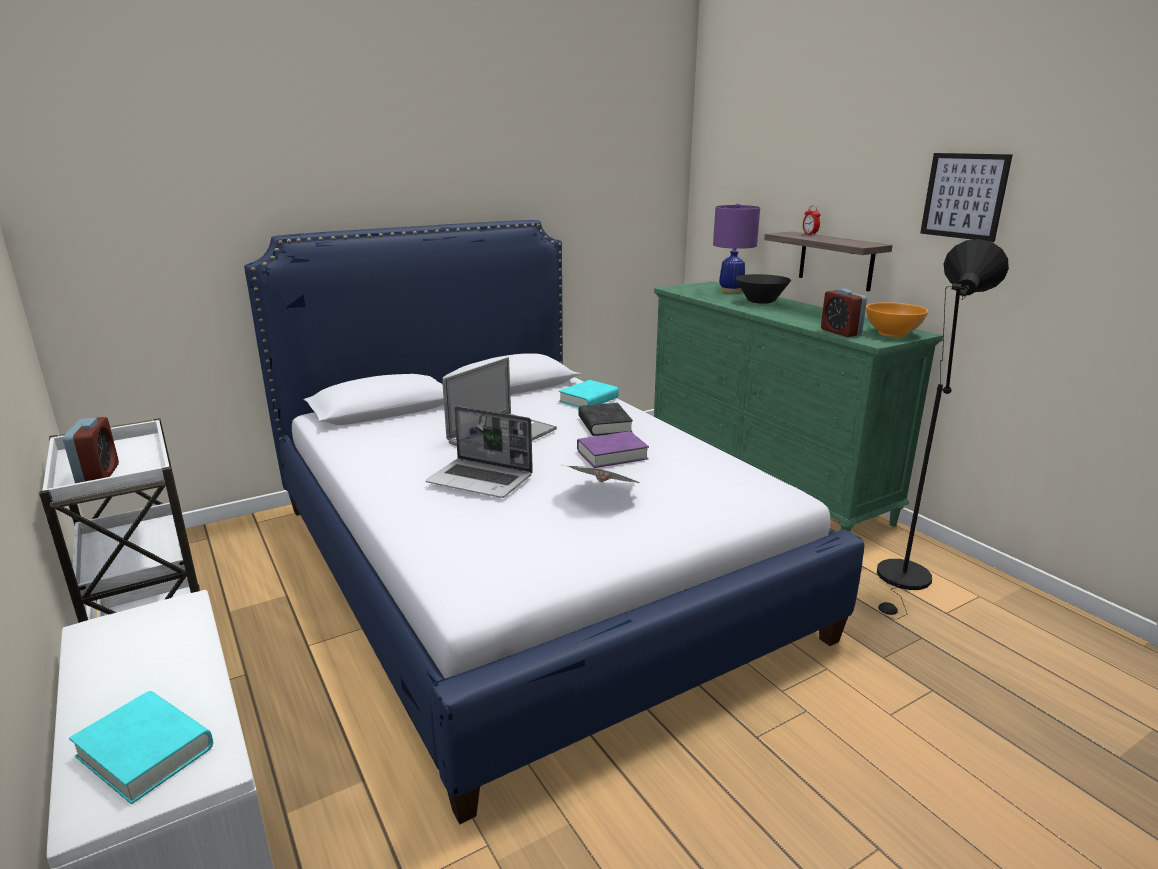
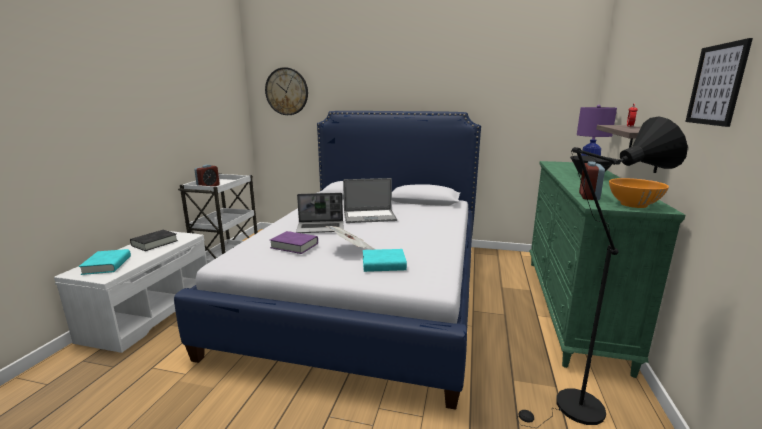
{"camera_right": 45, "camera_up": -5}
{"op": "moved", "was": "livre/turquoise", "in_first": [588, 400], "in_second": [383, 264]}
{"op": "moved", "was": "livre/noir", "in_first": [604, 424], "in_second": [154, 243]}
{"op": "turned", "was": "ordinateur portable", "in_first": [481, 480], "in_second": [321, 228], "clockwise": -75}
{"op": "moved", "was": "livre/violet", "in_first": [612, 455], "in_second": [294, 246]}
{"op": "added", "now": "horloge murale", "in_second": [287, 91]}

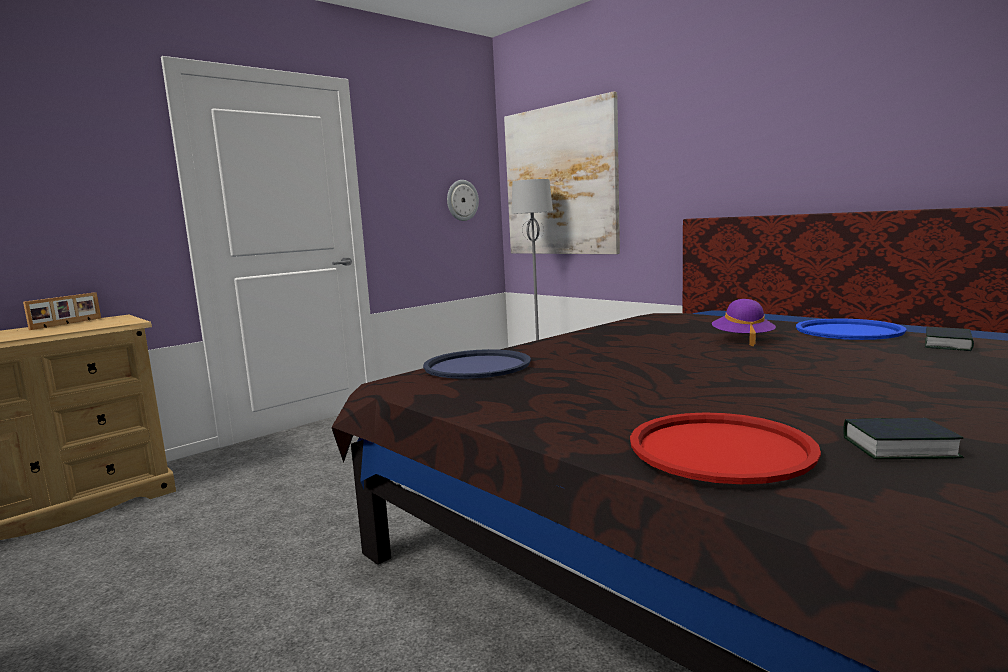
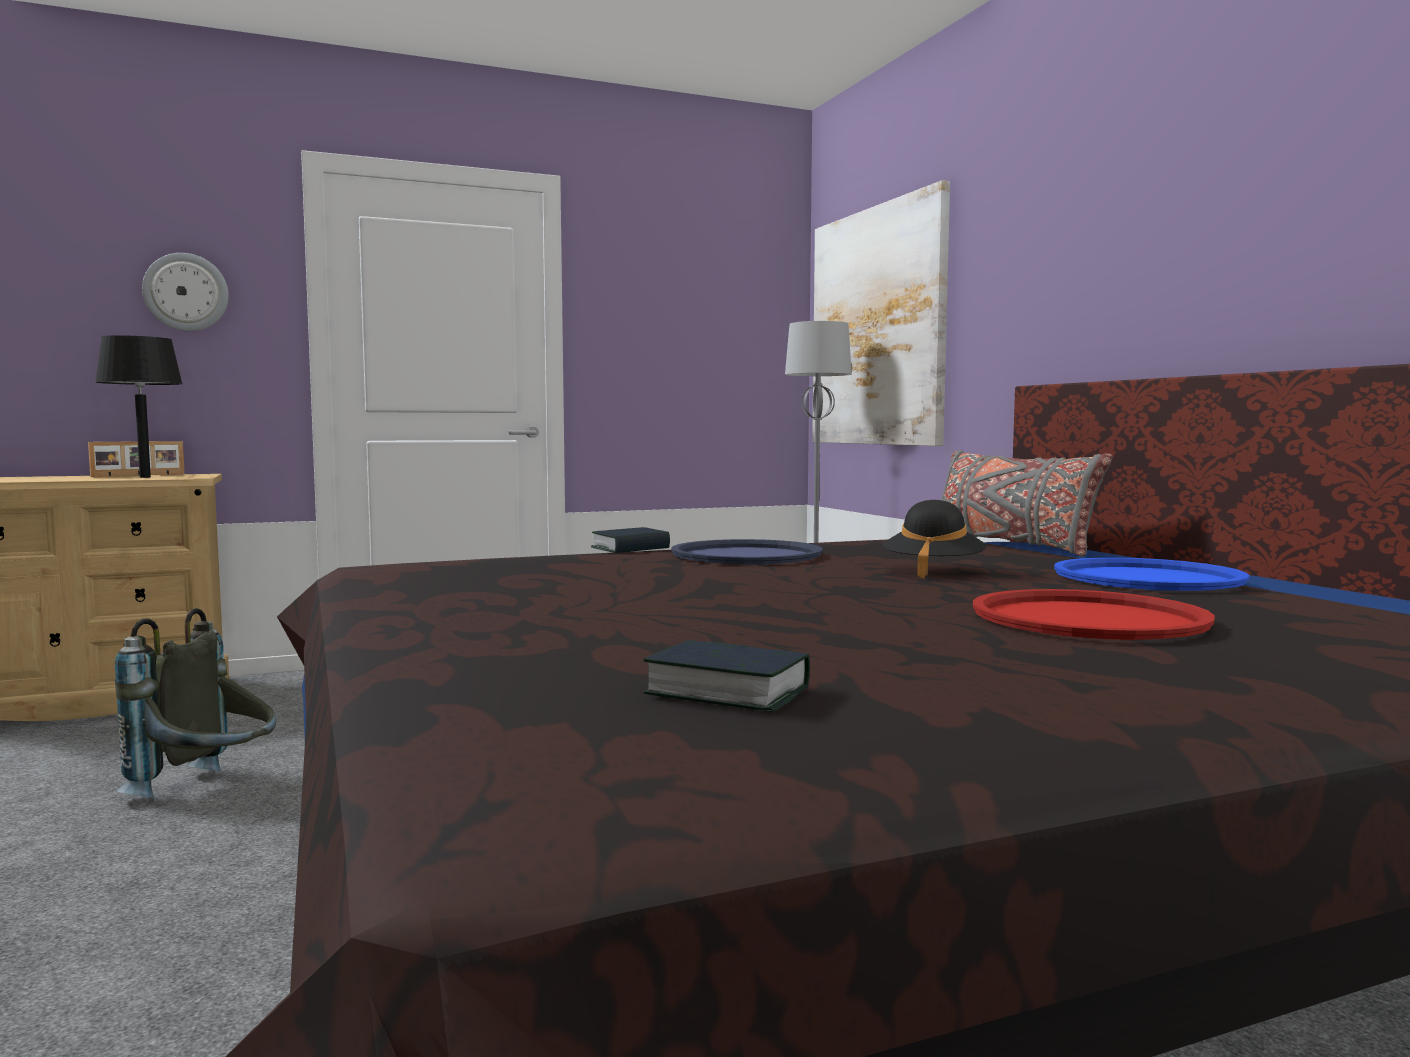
{"camera_right": 20, "camera_up": -5}
{"op": "moved", "was": "horloge murale", "in_first": [462, 200], "in_second": [186, 292]}
{"op": "recoloured", "was": "chapeau/violet", "now": "chapeau/noir", "in_first": [742, 340], "in_second": [933, 571]}
{"op": "moved", "was": "livre", "in_first": [948, 345], "in_second": [630, 548]}
{"op": "moved", "was": "plateau/bleu", "in_first": [477, 366], "in_second": [746, 555]}
{"op": "moved", "was": "plateau/rouge", "in_first": [720, 449], "in_second": [1088, 618]}
{"op": "added", "now": "lampe de table/noir", "in_second": [145, 477]}
{"op": "added", "now": "coussin/gris", "in_second": [1010, 544]}
{"op": "added", "now": "sac à dos/gris", "in_second": [209, 790]}

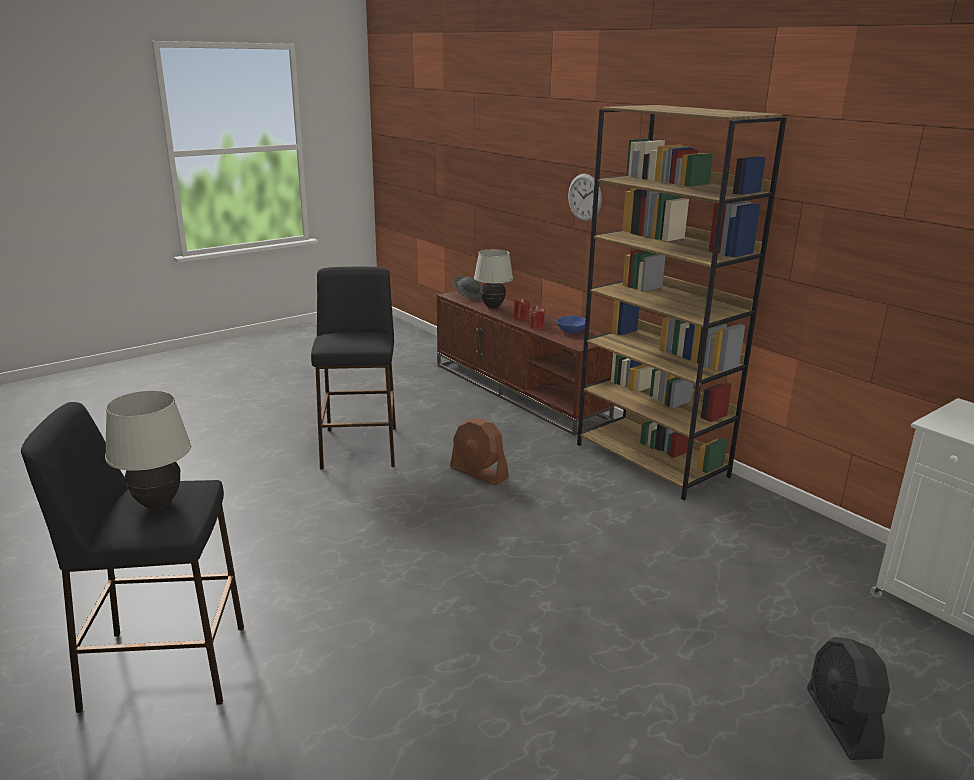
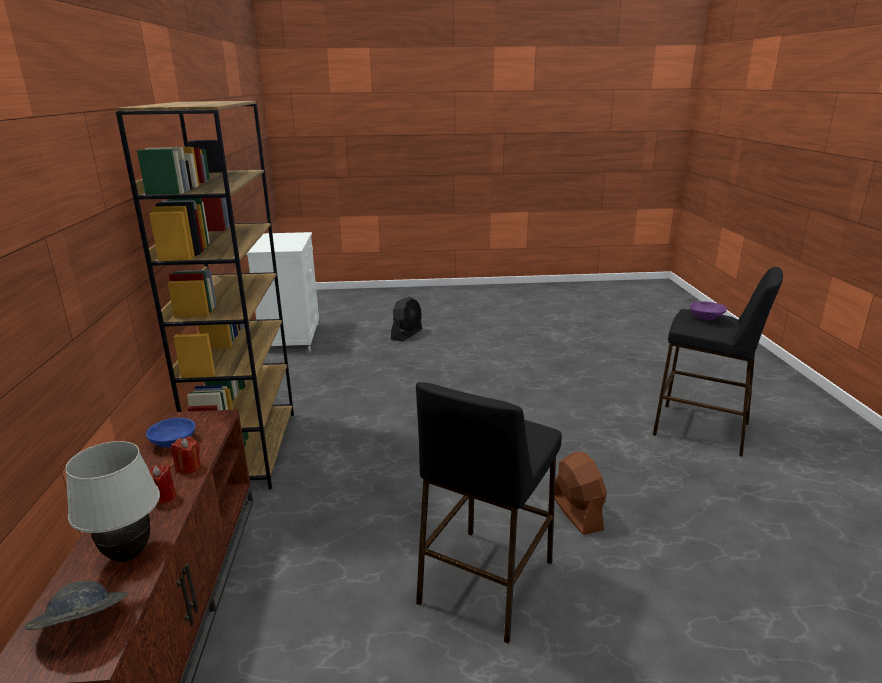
{"camera_right": -145, "camera_up": 0}
{"op": "removed", "was": "horloge murale", "in_first": [584, 197]}
{"op": "replaced", "was": "lampe de table/blanc", "now": "bol/violet", "in_first": [157, 504], "in_second": [706, 318]}
{"op": "moved", "was": "ventilateur/marron", "in_first": [479, 473], "in_second": [576, 512]}

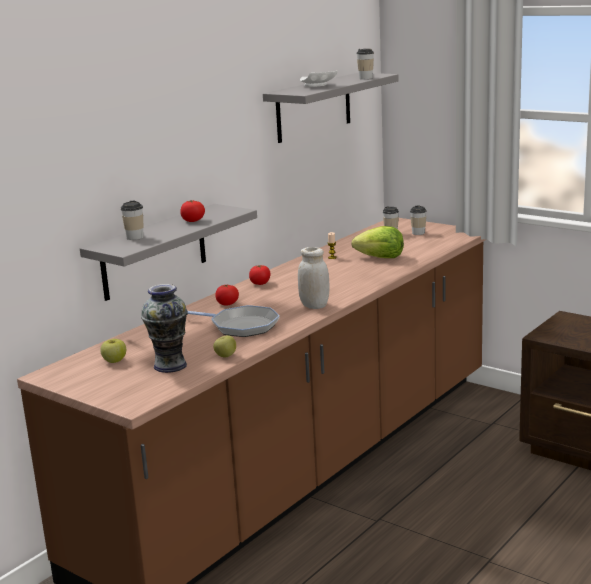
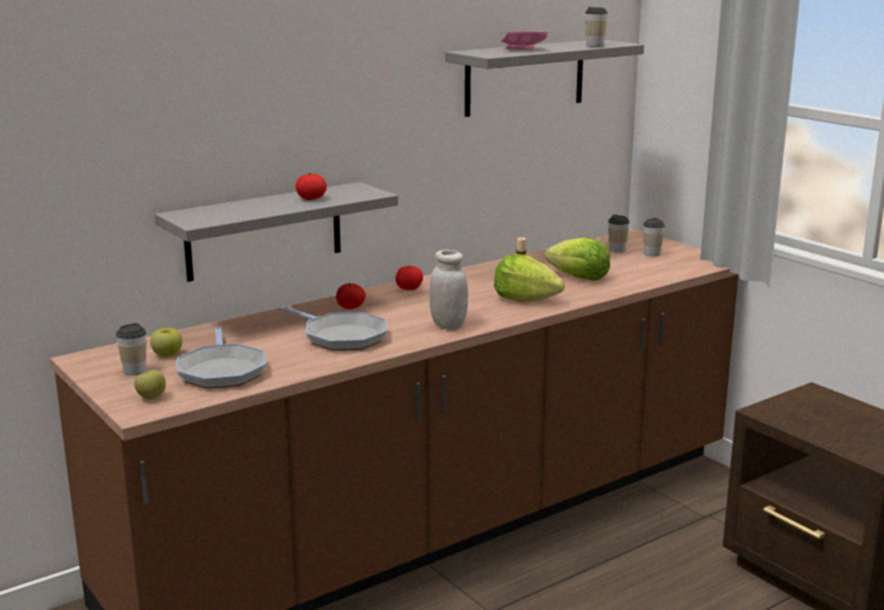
{"camera_right": 15, "camera_up": 0}
{"op": "recoloured", "was": "assiette/blanc", "now": "assiette/rose", "in_first": [317, 86], "in_second": [521, 49]}
{"op": "moved", "was": "tasse", "in_first": [135, 237], "in_second": [134, 371]}
{"op": "replaced", "was": "vase", "now": "poêle", "in_first": [170, 365], "in_second": [222, 371]}
{"op": "moved", "was": "pomme", "in_first": [225, 356], "in_second": [151, 397]}
{"op": "added", "now": "laitue", "in_second": [525, 299]}

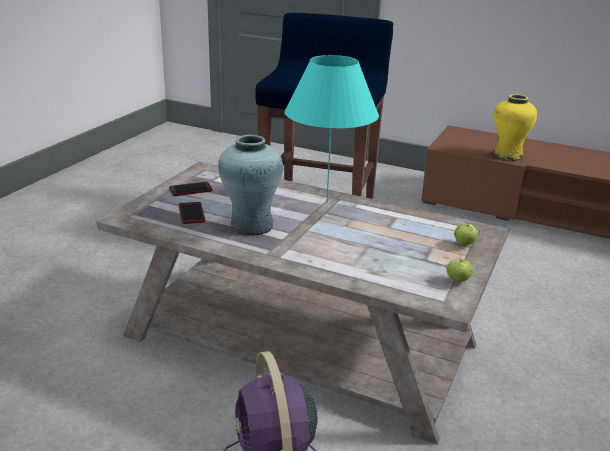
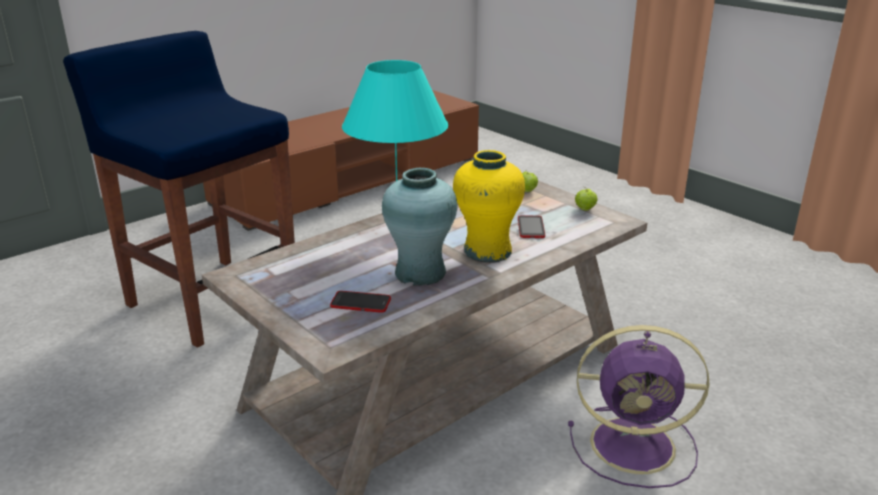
{"camera_right": -65, "camera_up": 0}
{"op": "moved", "was": "vase/jaune", "in_first": [507, 155], "in_second": [487, 251]}
{"op": "moved", "was": "téléphone", "in_first": [190, 190], "in_second": [531, 228]}

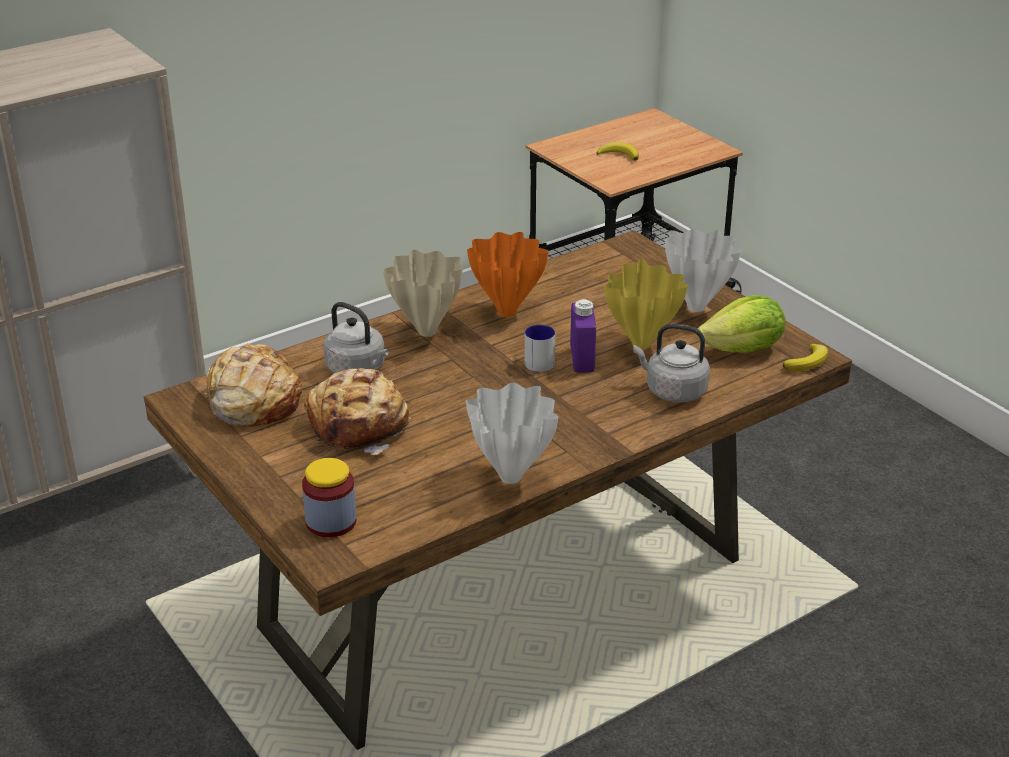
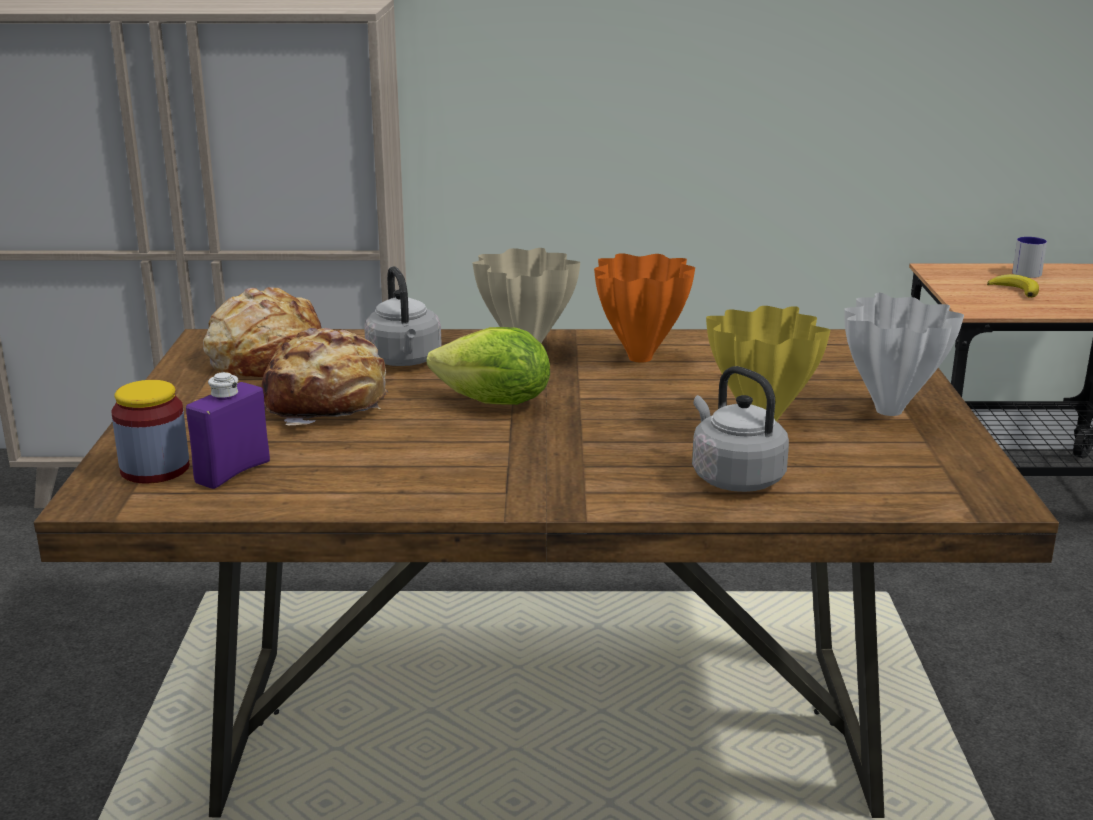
{"camera_right": 35, "camera_up": -10}
{"op": "moved", "was": "laitue", "in_first": [743, 350], "in_second": [495, 403]}
{"op": "moved", "was": "bouteille/violet", "in_first": [582, 359], "in_second": [232, 472]}
{"op": "moved", "was": "mug", "in_first": [536, 360], "in_second": [1026, 272]}
{"op": "removed", "was": "banane", "in_first": [808, 362]}
{"op": "removed", "was": "vase/blanc", "in_first": [512, 476]}

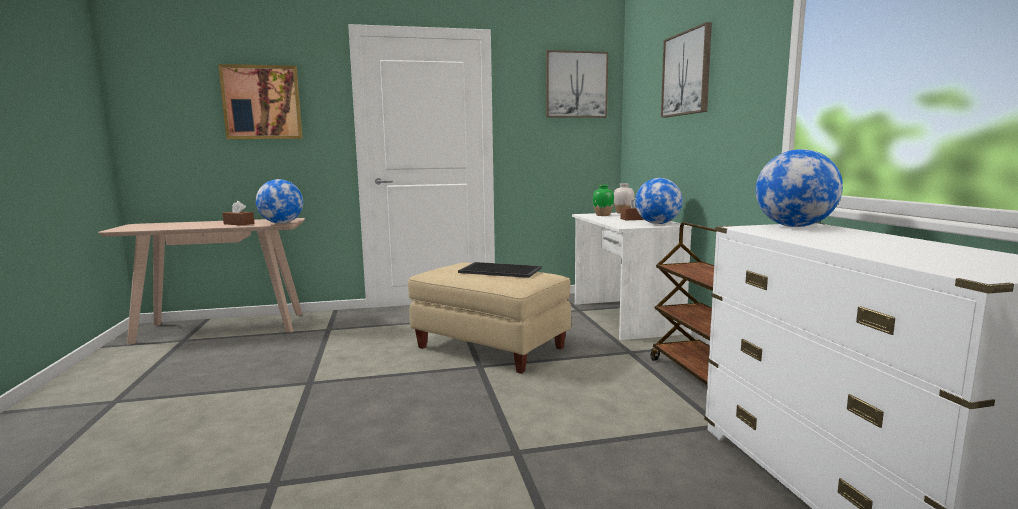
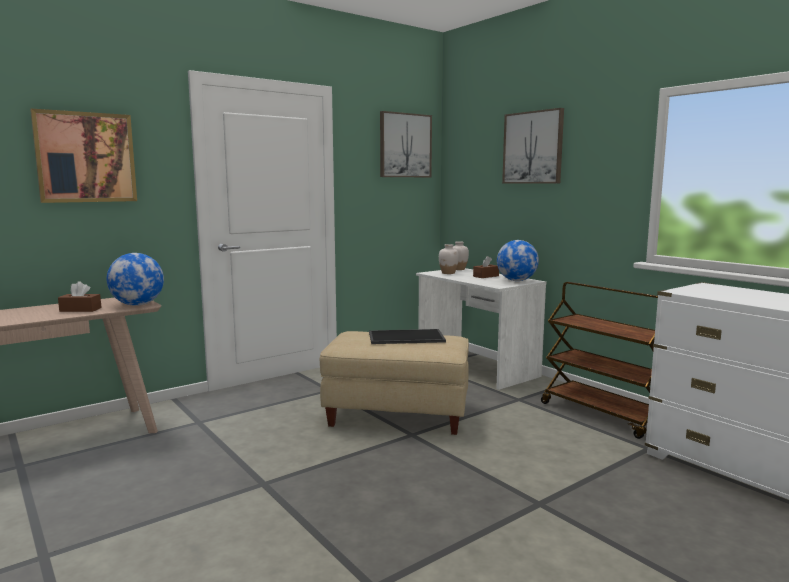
{"camera_right": -25, "camera_up": 0}
{"op": "removed", "was": "globe", "in_first": [794, 226]}
{"op": "recoloured", "was": "vase/vert", "now": "vase/blanc", "in_first": [603, 215], "in_second": [448, 273]}

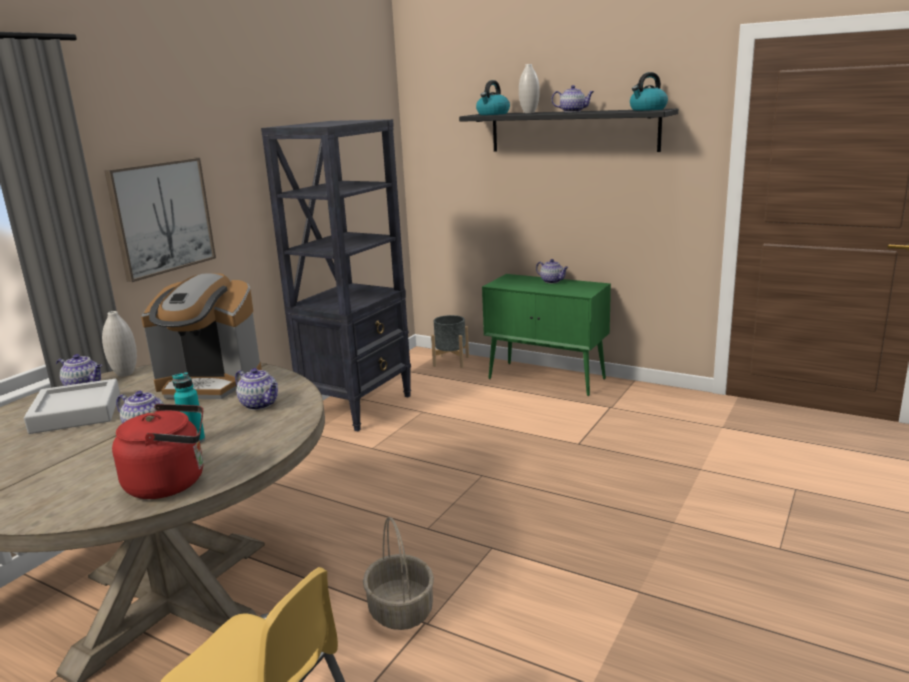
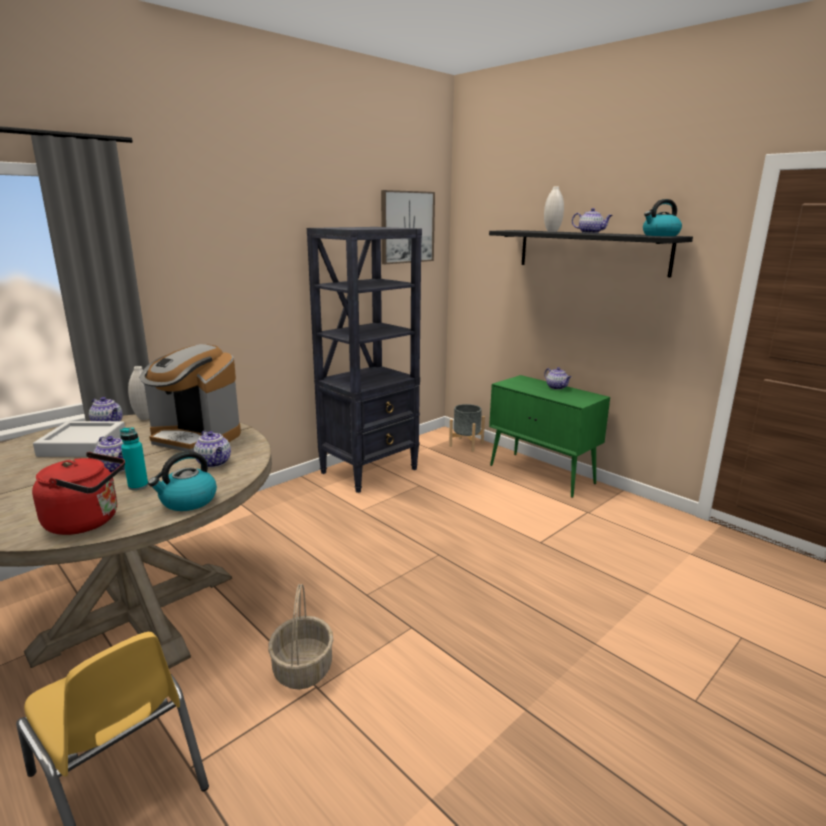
{"camera_right": 15, "camera_up": 0}
{"op": "moved", "was": "bouilloire", "in_first": [493, 114], "in_second": [188, 501]}
{"op": "moved", "was": "tableau", "in_first": [161, 217], "in_second": [407, 227]}

